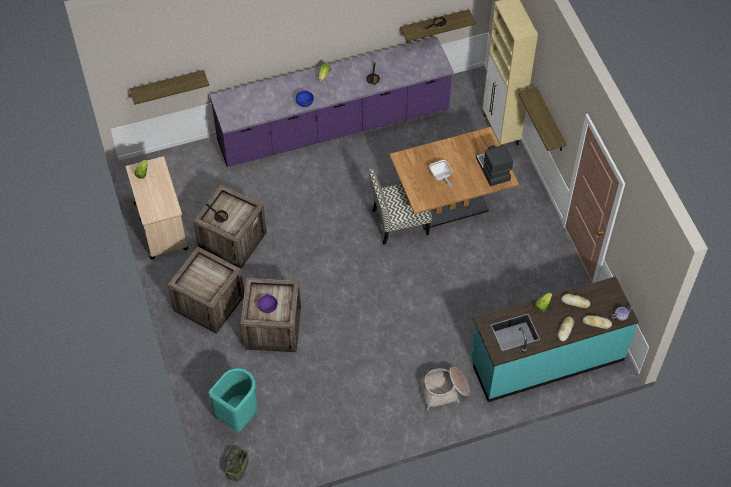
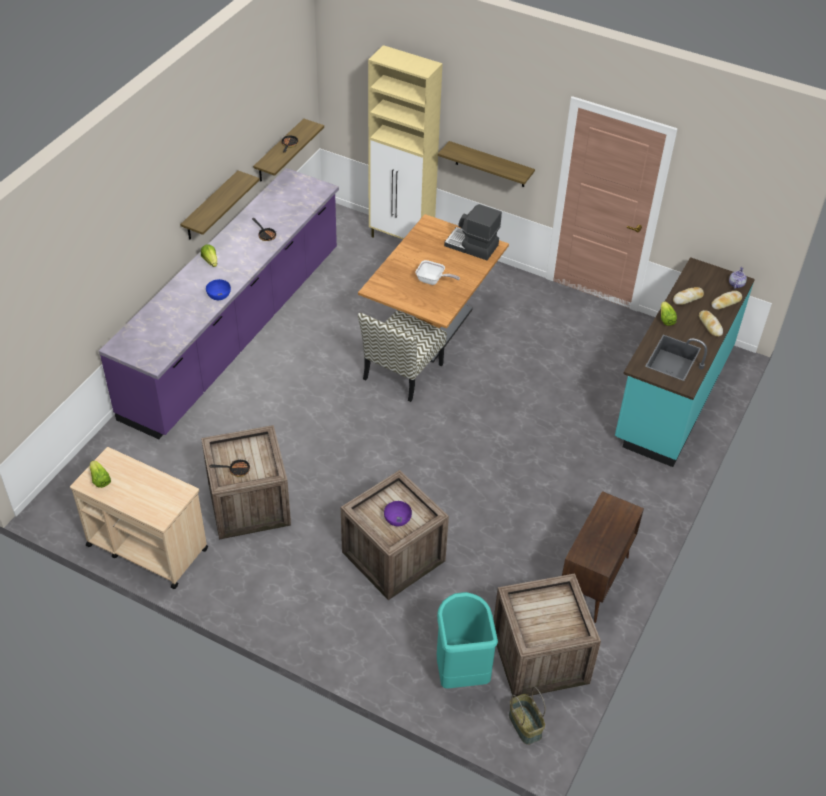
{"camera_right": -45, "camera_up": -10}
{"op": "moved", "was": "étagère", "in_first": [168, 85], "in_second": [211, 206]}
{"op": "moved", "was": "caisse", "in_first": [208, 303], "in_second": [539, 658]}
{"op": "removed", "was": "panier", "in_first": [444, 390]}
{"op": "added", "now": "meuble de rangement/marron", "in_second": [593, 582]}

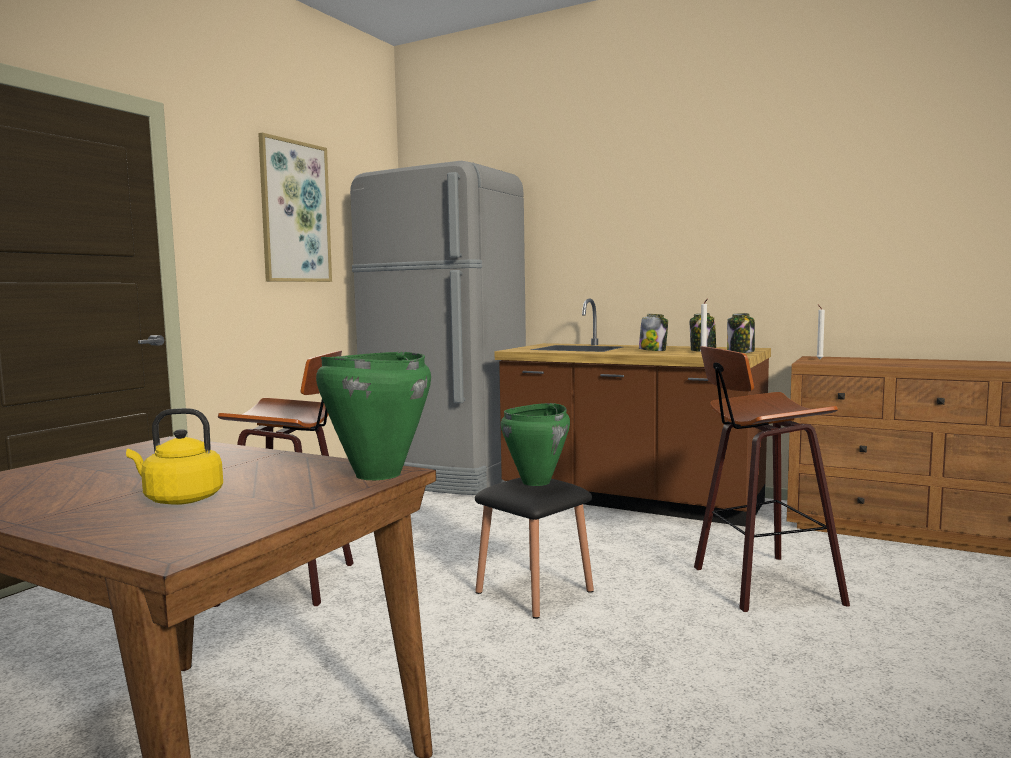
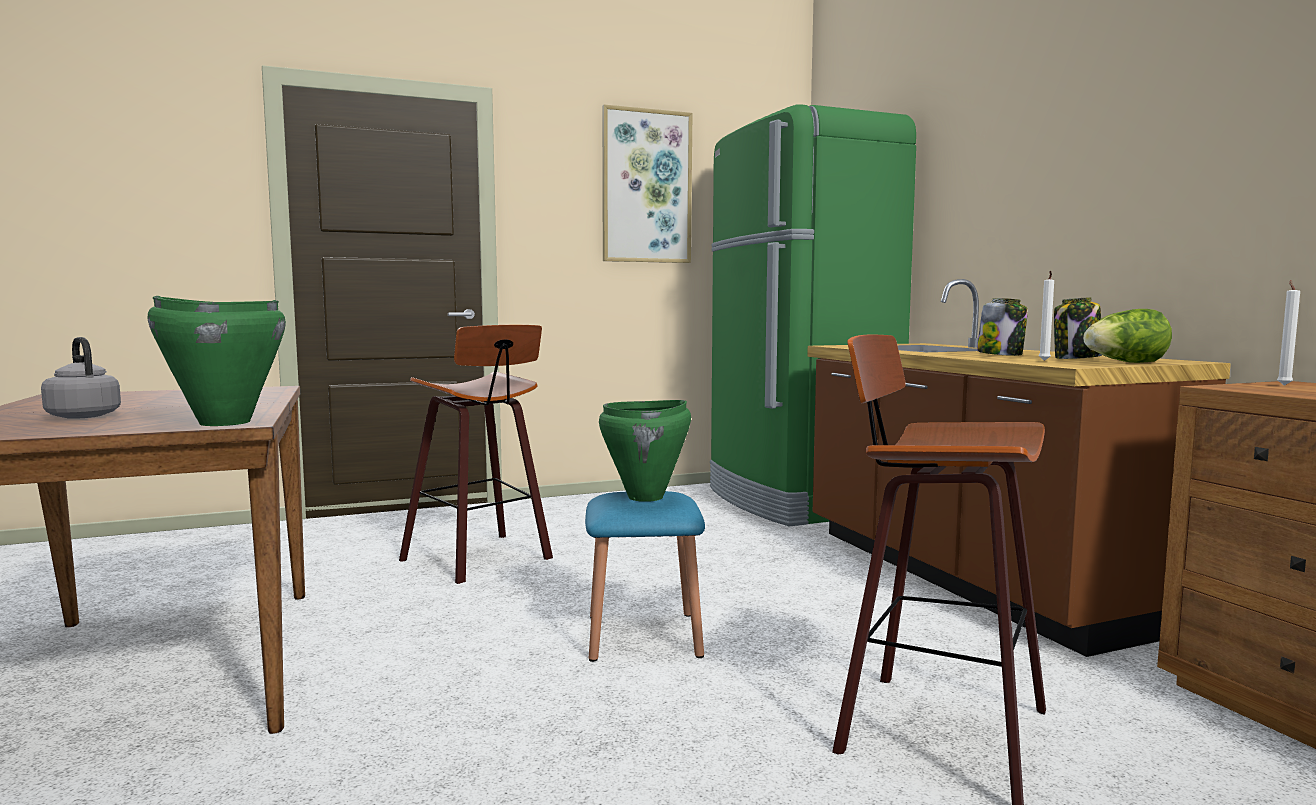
{"camera_right": 40, "camera_up": 0}
{"op": "recoloured", "was": "réfrigérateur/gris", "now": "réfrigérateur/vert", "in_first": [445, 476], "in_second": [796, 501]}
{"op": "replaced", "was": "bocal", "now": "laitue", "in_first": [741, 352], "in_second": [1125, 362]}
{"op": "recoloured", "was": "bouilloire/jaune", "now": "bouilloire/gris", "in_first": [180, 499], "in_second": [82, 416]}
{"op": "recoloured", "was": "tabouret/noir", "now": "tabouret/bleu", "in_first": [534, 591], "in_second": [643, 636]}

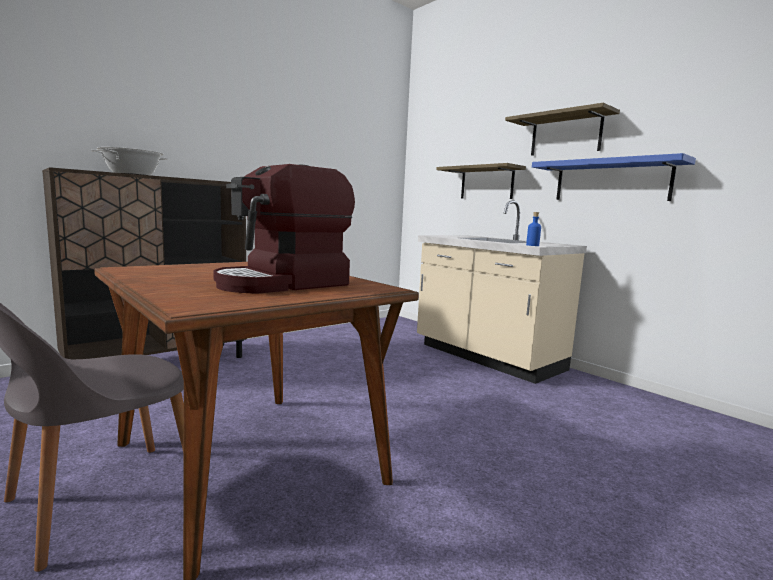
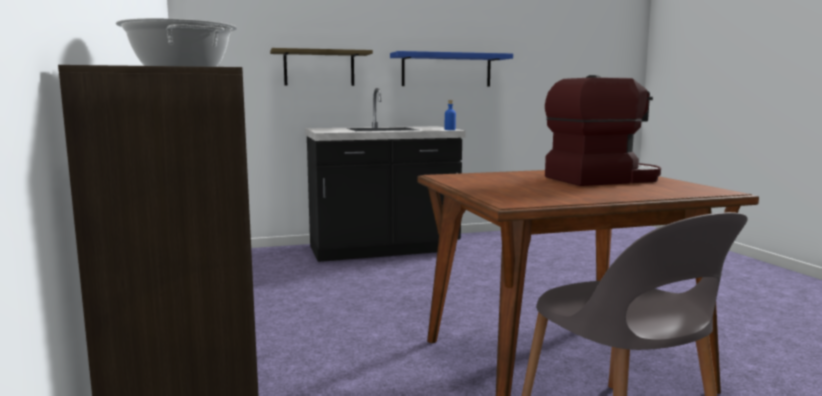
{"camera_right": -65, "camera_up": 0}
{"op": "removed", "was": "étagère", "in_first": [566, 135]}
{"op": "turned", "was": "machine à café", "in_first": [284, 284], "in_second": [602, 179], "clockwise": -90}
{"op": "recoloured", "was": "comptoir de cuisine/beige", "now": "comptoir de cuisine/noir", "in_first": [487, 358], "in_second": [383, 250]}

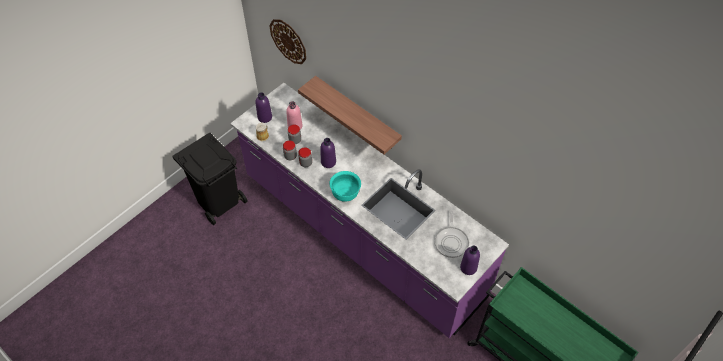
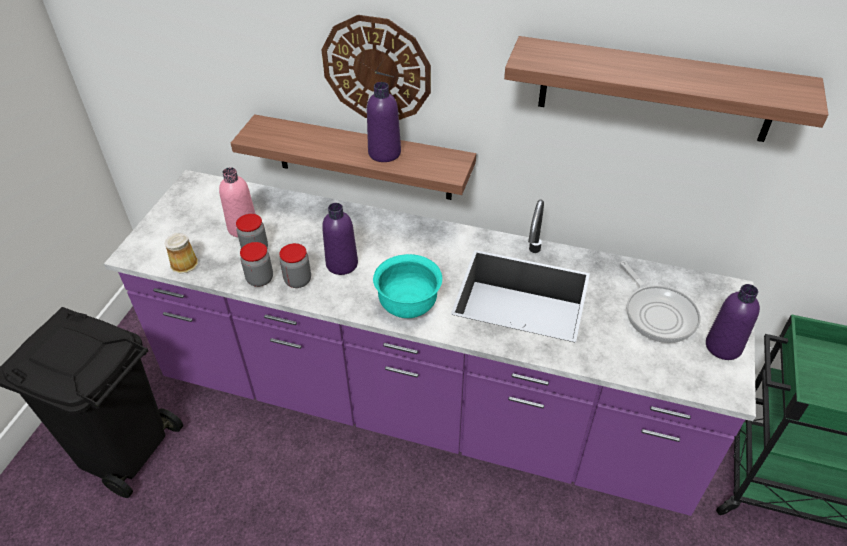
{"camera_right": -25, "camera_up": -10}
{"op": "moved", "was": "horloge murale", "in_first": [288, 41], "in_second": [376, 69]}
{"op": "moved", "was": "bouteille/violet", "in_first": [265, 117], "in_second": [384, 153]}
{"op": "added", "now": "étagère", "in_second": [655, 90]}

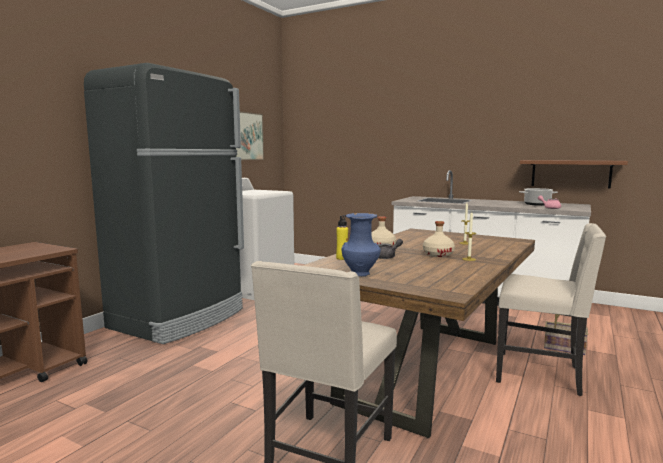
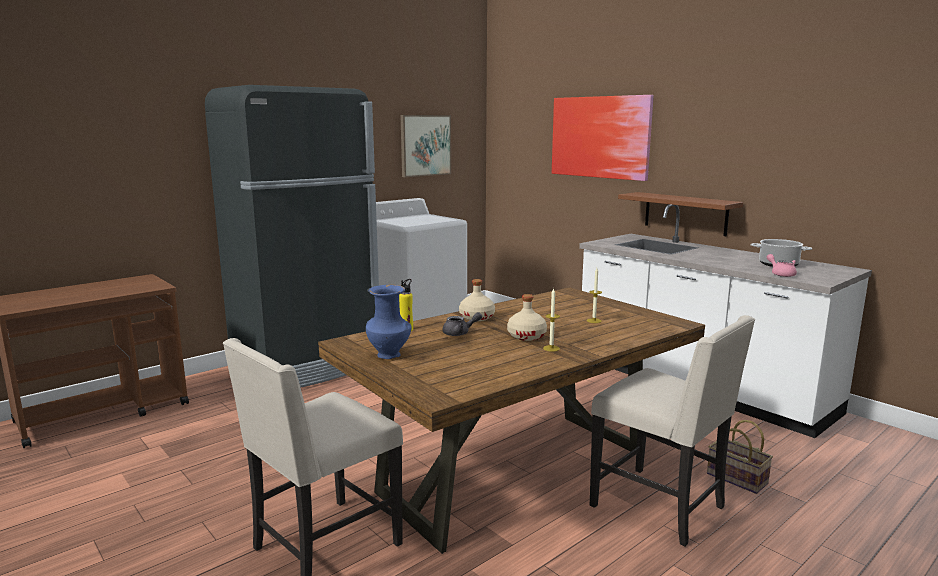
{"camera_right": 20, "camera_up": 5}
{"op": "moved", "was": "étagère/marron", "in_first": [570, 173], "in_second": [685, 213]}
{"op": "added", "now": "tableau", "in_second": [600, 137]}

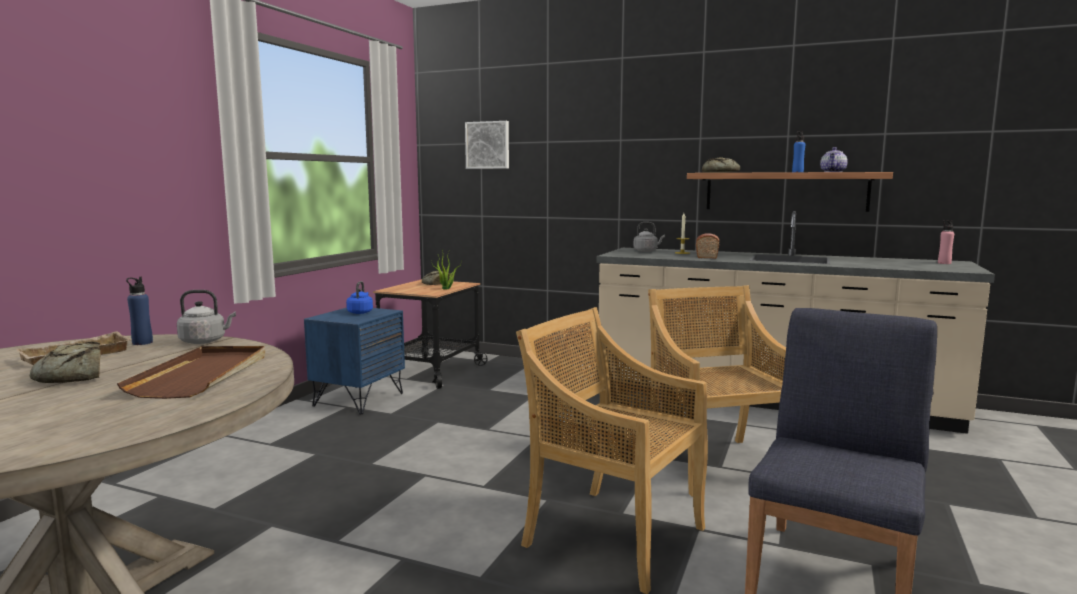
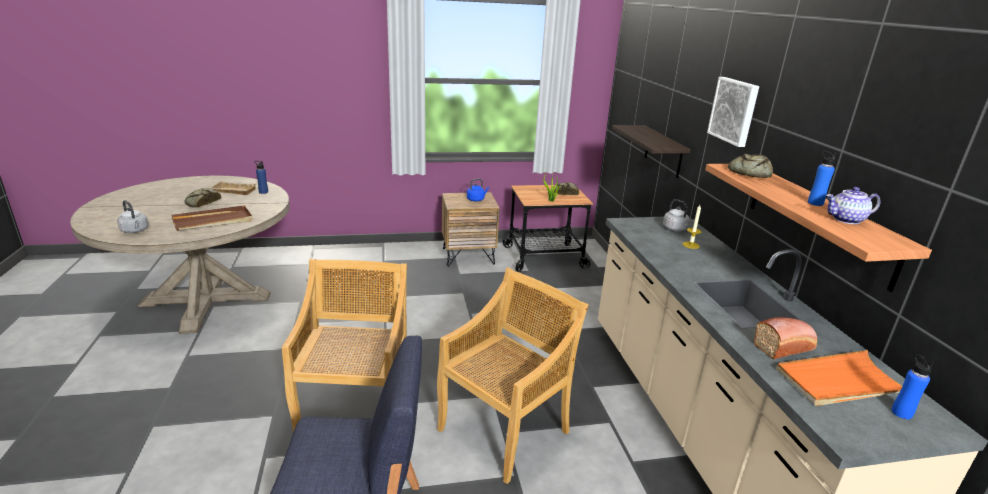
{"camera_right": 55, "camera_up": 15}
{"op": "moved", "was": "tableau", "in_first": [488, 145], "in_second": [734, 111]}
{"op": "recoloured", "was": "bouteille/rose", "now": "bouteille/bleu", "in_first": [944, 263], "in_second": [901, 413]}
{"op": "moved", "was": "pain", "in_first": [706, 256], "in_second": [785, 347]}
{"op": "moved", "was": "bouilloire/gris", "in_first": [205, 341], "in_second": [135, 231]}
{"op": "recoloured", "was": "table de chevet/bleu", "now": "table de chevet/marron", "in_first": [358, 400], "in_second": [468, 256]}
{"op": "added", "now": "étagère", "in_second": [663, 151]}
{"op": "added", "now": "plateau/orange", "in_second": [841, 382]}

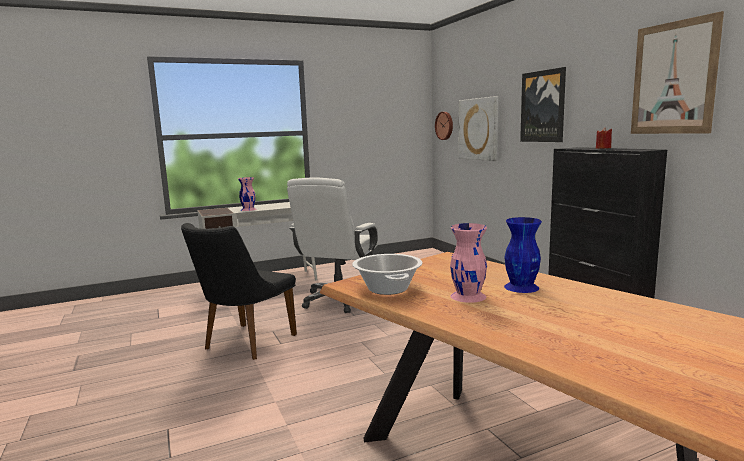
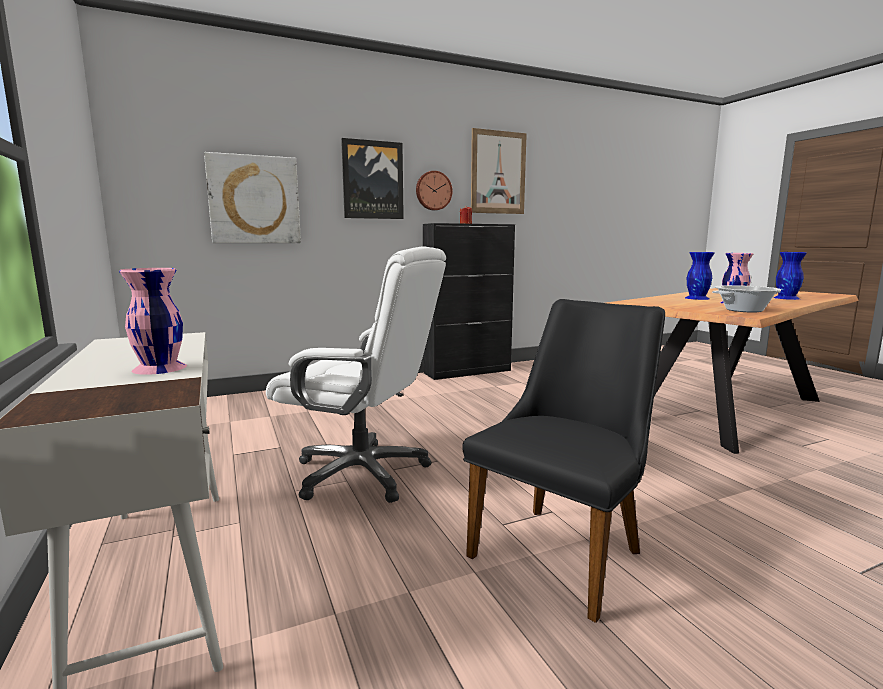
{"camera_right": -90, "camera_up": 0}
{"op": "moved", "was": "horloge murale", "in_first": [445, 125], "in_second": [433, 190]}
{"op": "turned", "was": "chaise/noir", "in_first": [244, 344], "in_second": [565, 548], "clockwise": -75}
{"op": "added", "now": "vase/bleu", "in_second": [786, 298]}

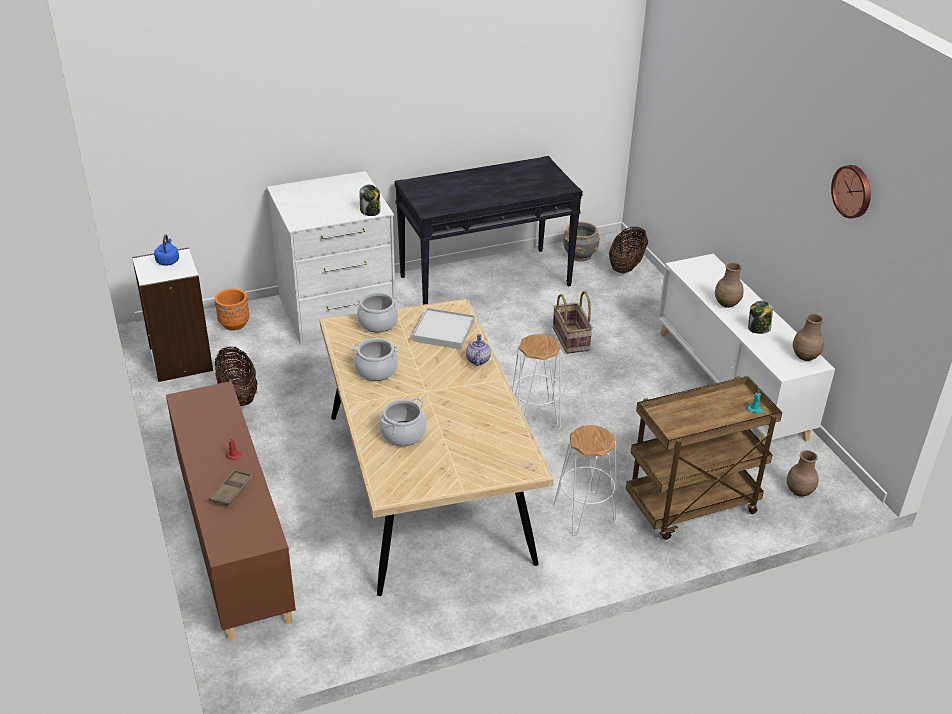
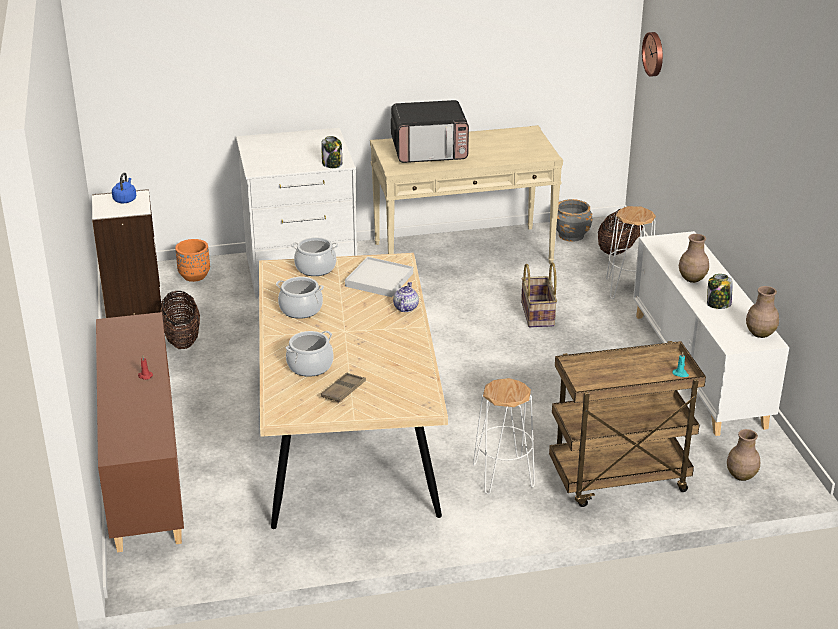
{"camera_right": 10, "camera_up": -5}
{"op": "recoloured", "was": "table console/noir", "now": "table console/beige", "in_first": [486, 281], "in_second": [463, 253]}
{"op": "moved", "was": "horloge murale", "in_first": [853, 191], "in_second": [654, 54]}
{"op": "moved", "was": "tabouret/blanc", "in_first": [535, 417], "in_second": [629, 289]}
{"op": "moved", "was": "plateau/marron", "in_first": [232, 490], "in_second": [343, 391]}
{"op": "added", "now": "micro-ondes", "in_second": [430, 151]}

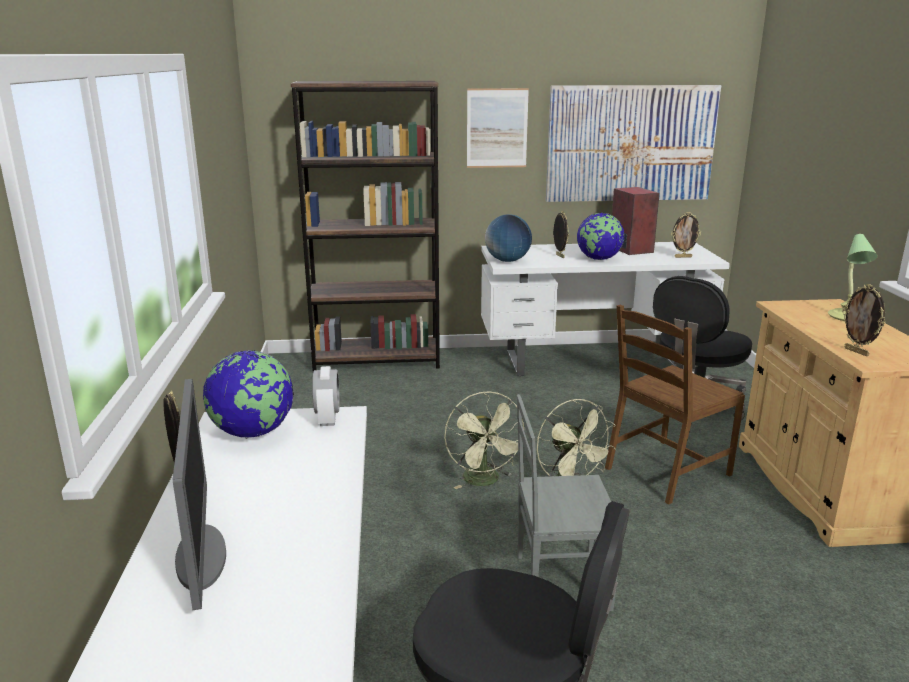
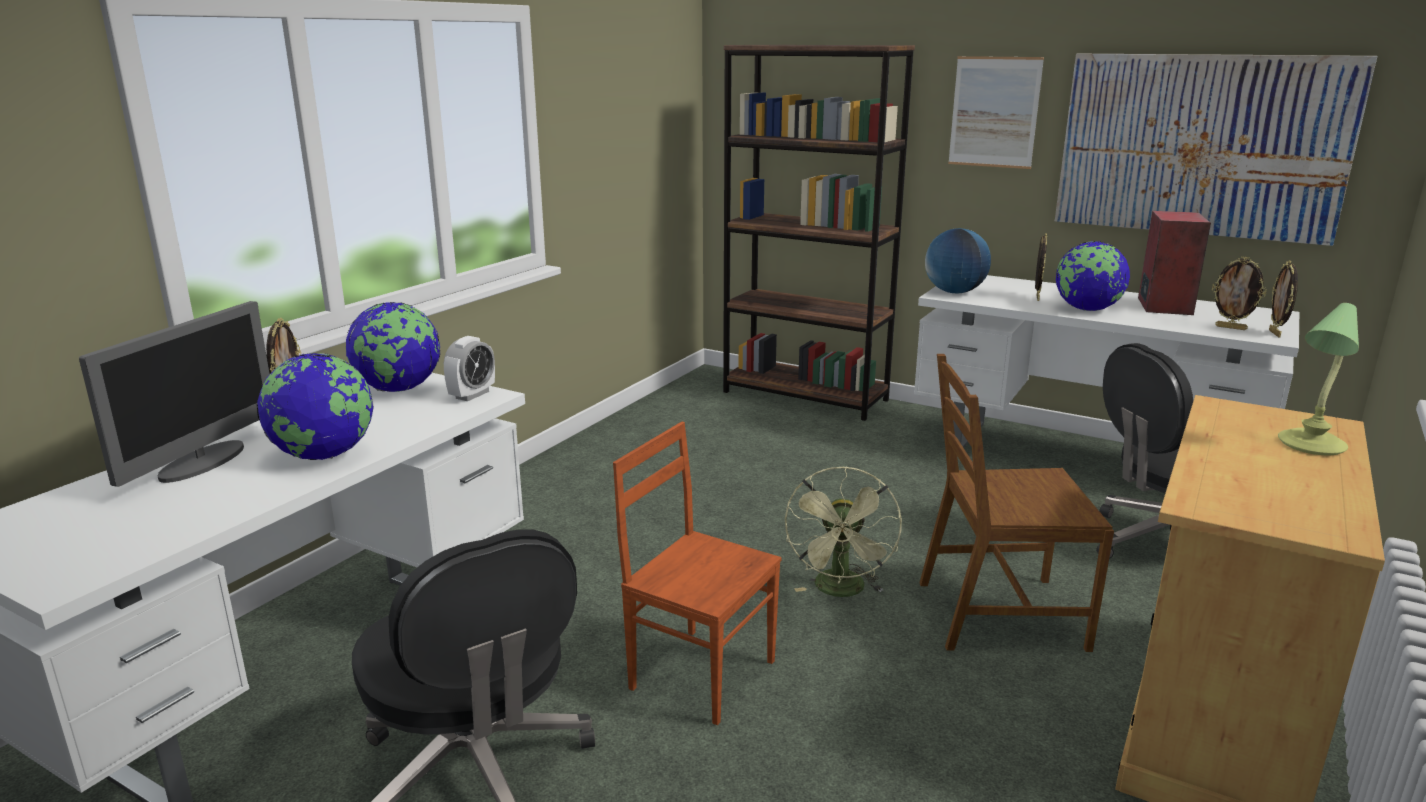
{"camera_right": 35, "camera_up": 0}
{"op": "moved", "was": "cadre photo", "in_first": [857, 352], "in_second": [1275, 333]}
{"op": "removed", "was": "ventilateur/vert", "in_first": [485, 481]}
{"op": "recoloured", "was": "chaise/gris", "now": "chaise/marron", "in_first": [560, 581], "in_second": [702, 672]}
{"op": "added", "now": "globe", "in_second": [324, 455]}

